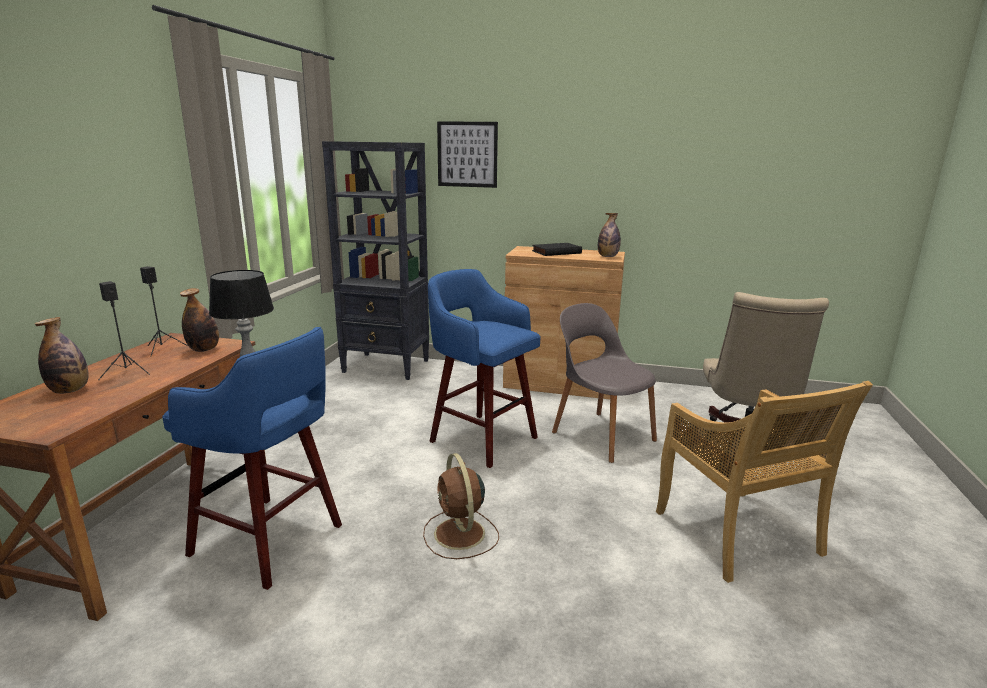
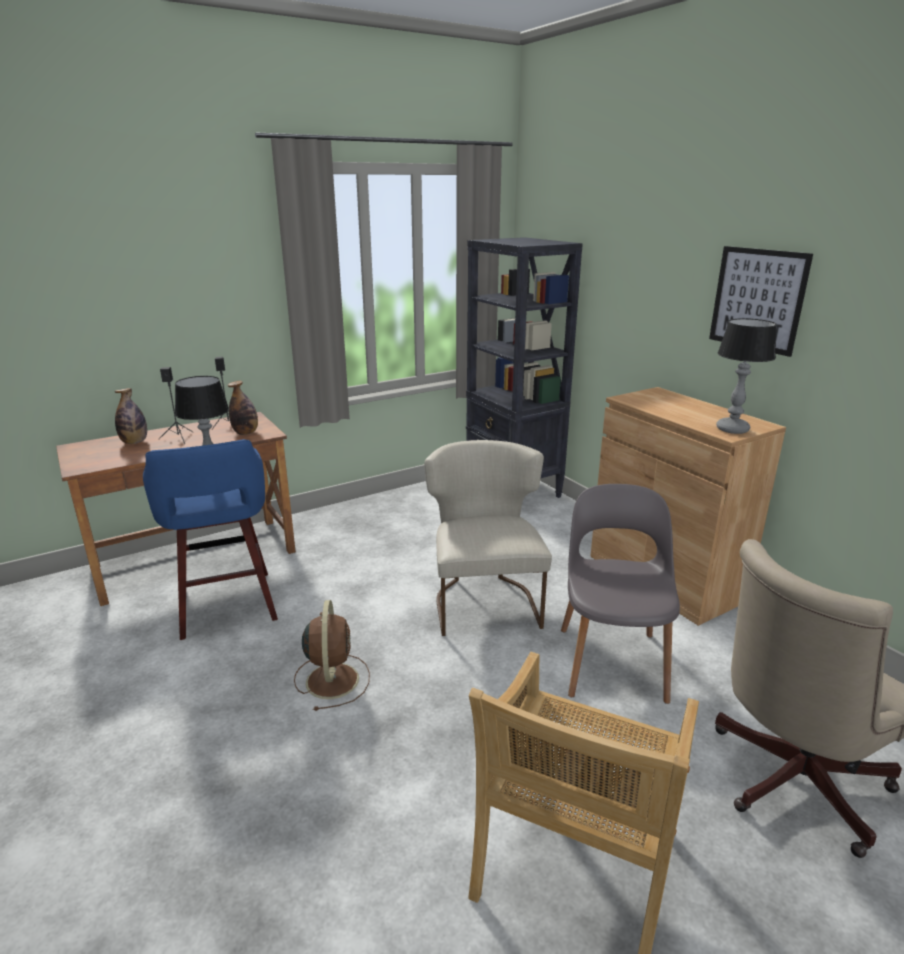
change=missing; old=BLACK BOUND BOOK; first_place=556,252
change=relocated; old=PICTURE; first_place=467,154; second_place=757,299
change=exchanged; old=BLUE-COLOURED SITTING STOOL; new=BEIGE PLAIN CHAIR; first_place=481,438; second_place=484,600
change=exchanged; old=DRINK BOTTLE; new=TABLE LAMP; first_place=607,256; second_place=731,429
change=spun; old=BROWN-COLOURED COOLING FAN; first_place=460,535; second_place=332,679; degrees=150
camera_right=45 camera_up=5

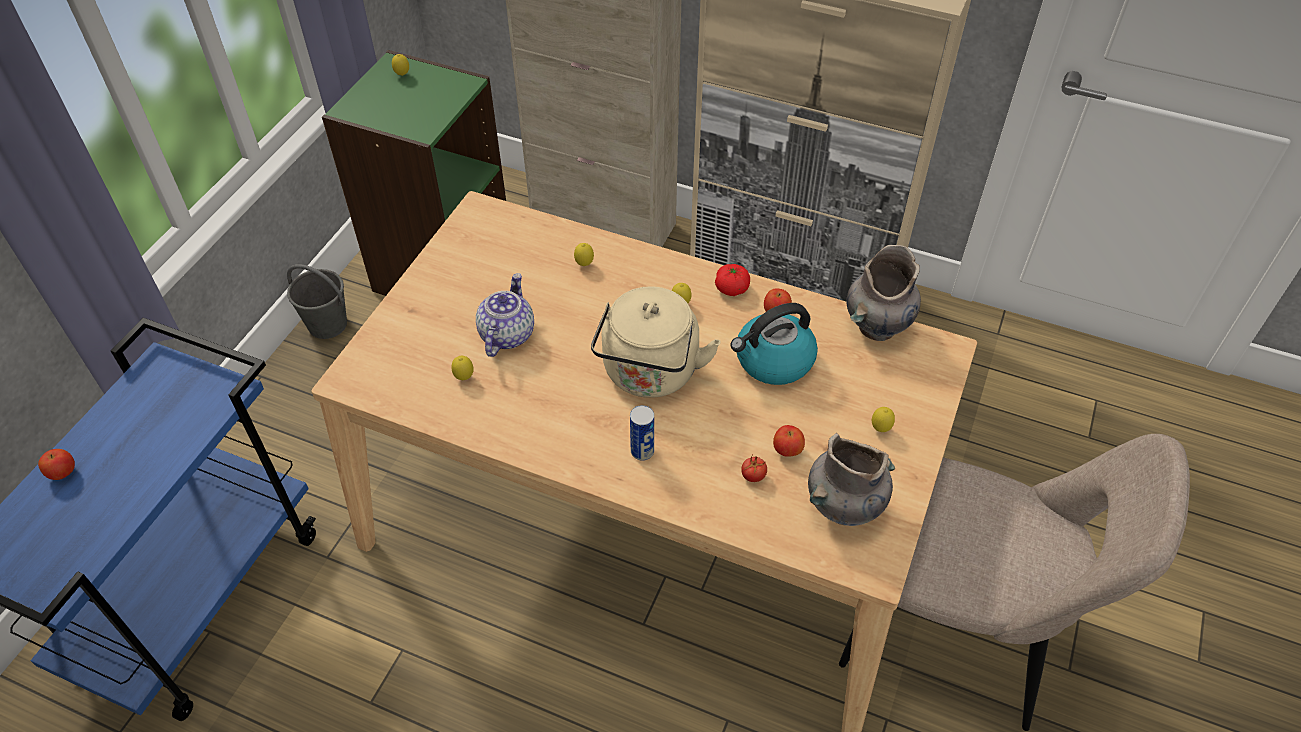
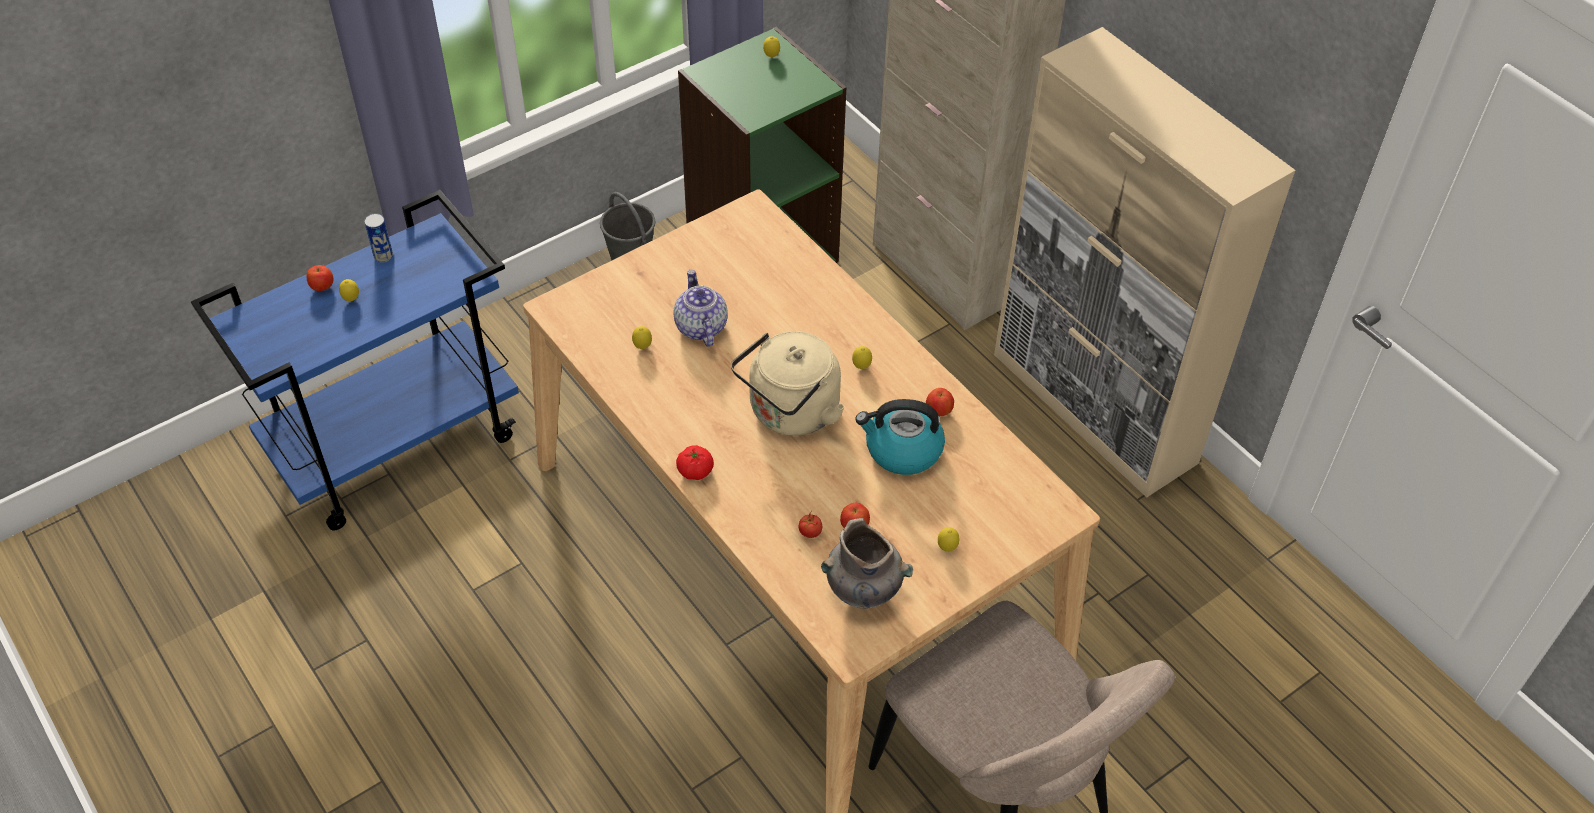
change=missing; old=GREYISH FLOWER VASE; first_place=876,327
change=relocated; old=WHOLE LEMON; first_place=584,264; second_place=351,299
change=relocated; old=METAL CAN; first_place=642,451; second_place=383,256
change=relocated; old=TOMATO; first_place=731,289; second_place=695,471
change=spun; old=TEAPOT; first_place=506,334; second_place=700,327; degrees=-60
camera_right=30 camera_up=0

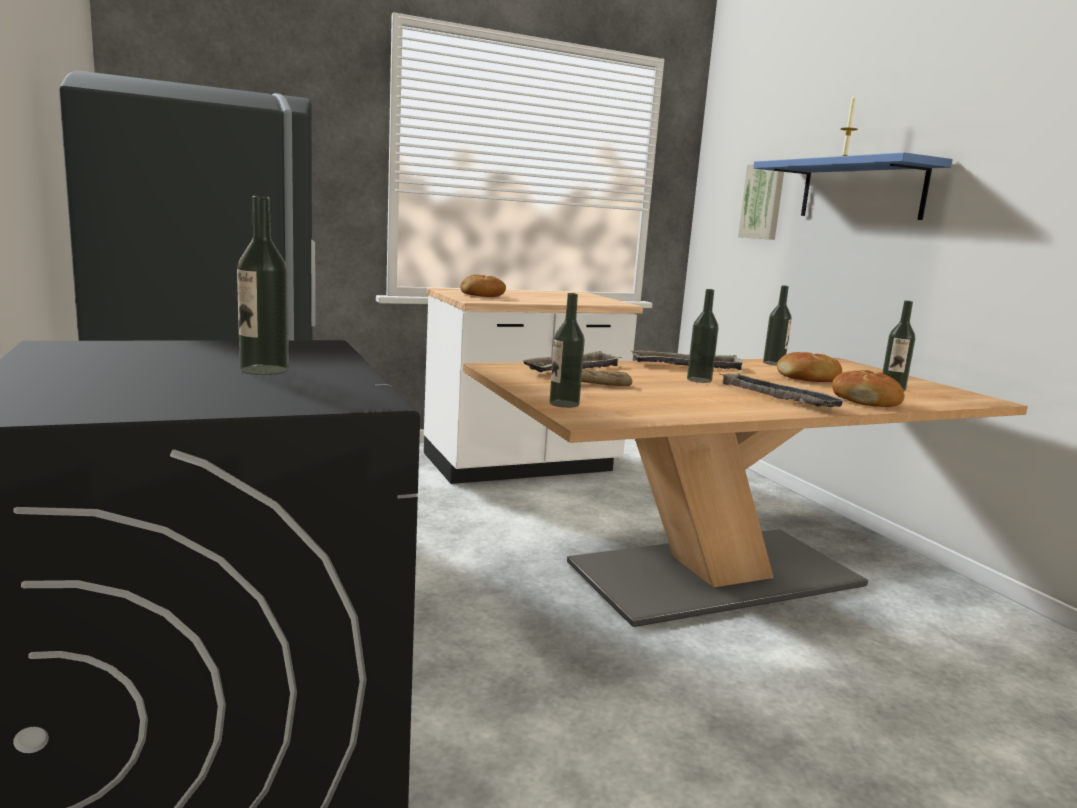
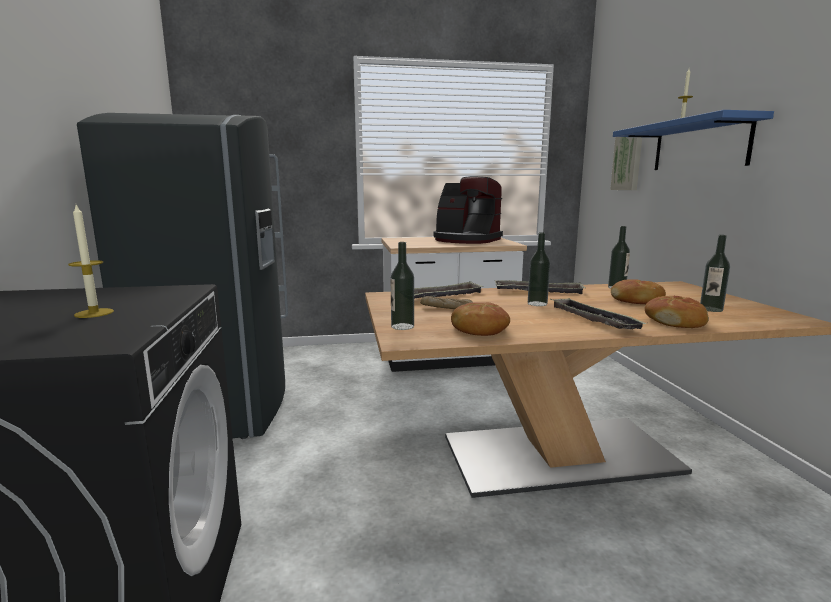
change=appeared; new=COFFEE MACHINE; second_place=466,240
change=relocated; old=BREAD; first_place=482,295; second_place=479,329
change=exchanged; old=DRINK BOTTLE; new=WAX CANDLE; first_place=264,370; second_place=94,313
camera_right=15 camera_up=0

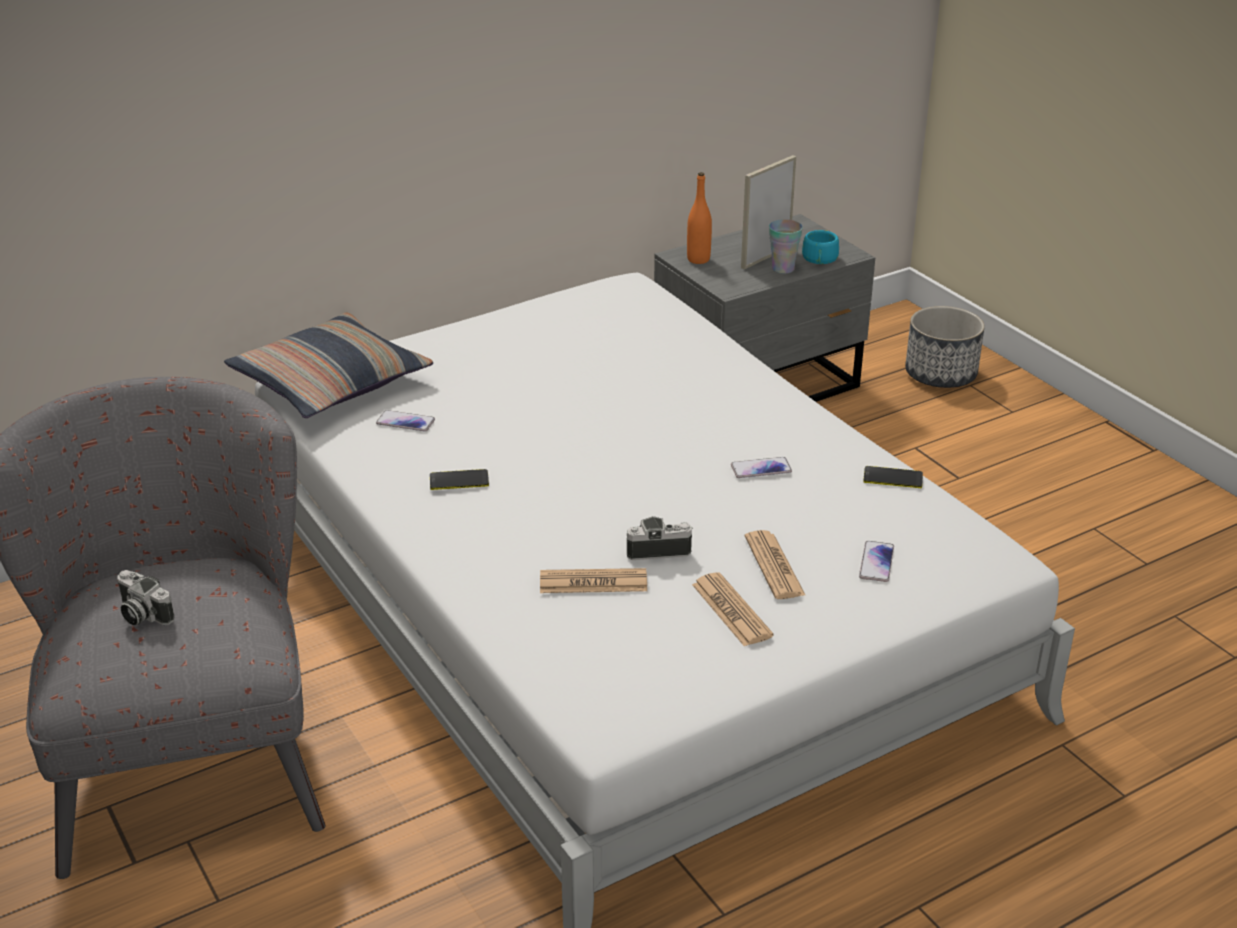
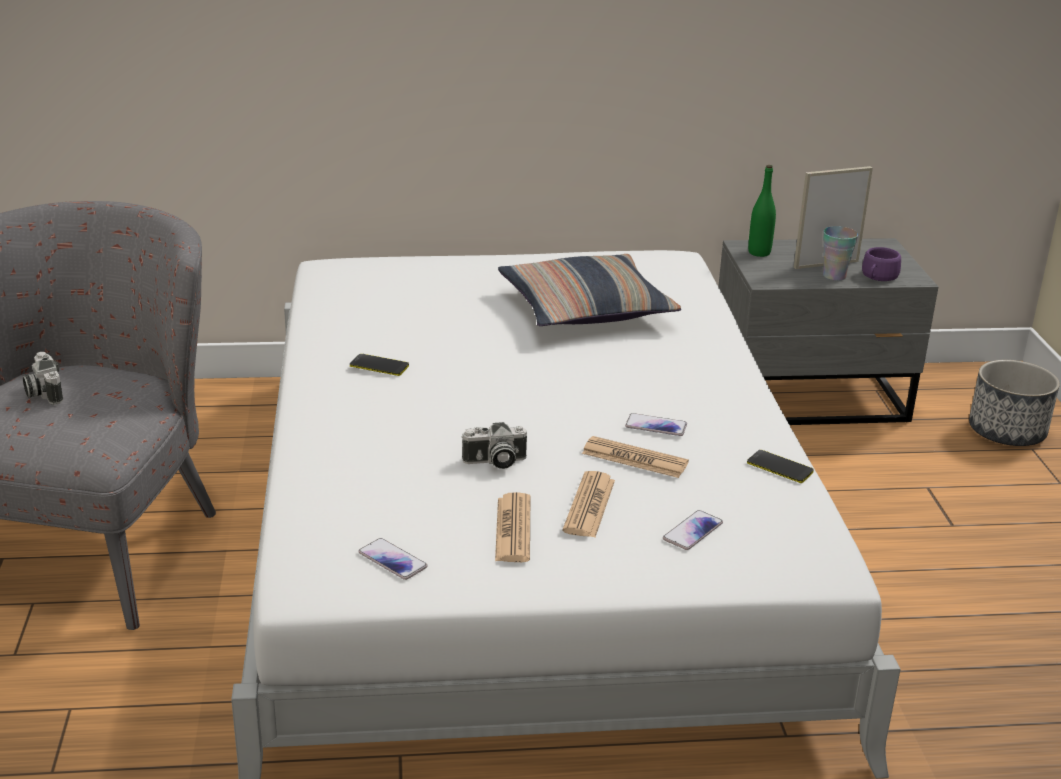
change=relocated; old=PILLOW; first_place=330,382; second_place=585,308
change=relocated; old=PHONE; first_place=405,422; second_place=392,560
change=relocated; old=NEWSPAPER; first_place=593,582; second_place=634,458
change=colour; old=ORANGE DRINK BOTTLE; new=GREENISH DRINK BOTTLE; first_place=698,259; second_place=759,252
change=colour; old=BLUE-GREEN SMALL CUP; new=PURPLE-COLOURED SMALL CUP; first_place=819,260; second_place=878,277
change=spun; old=PHOTO CAMERA; first_place=658,549; second_place=494,462; degrees=150
camera_right=25 camera_up=-5

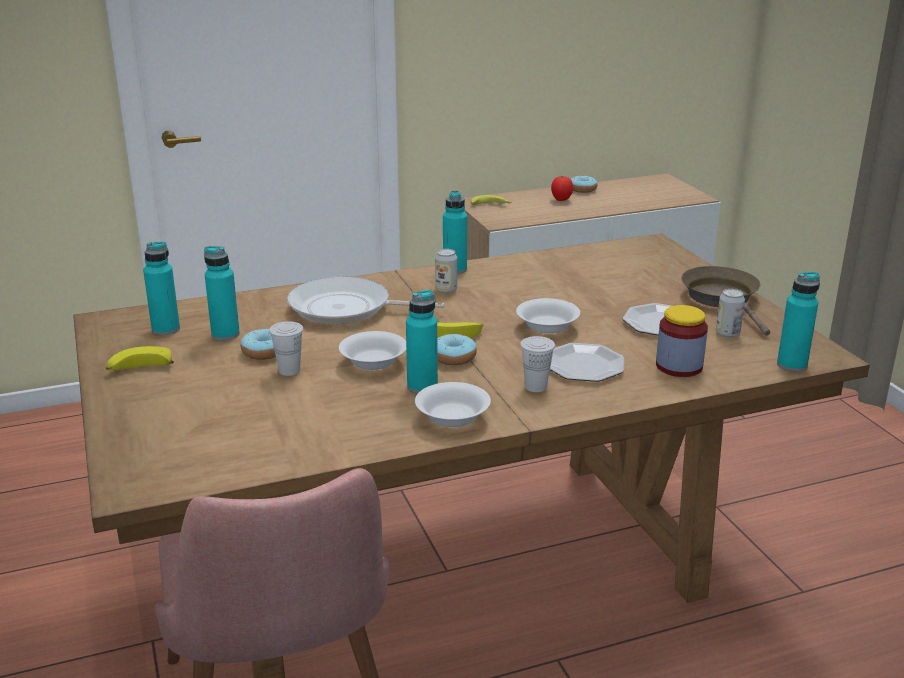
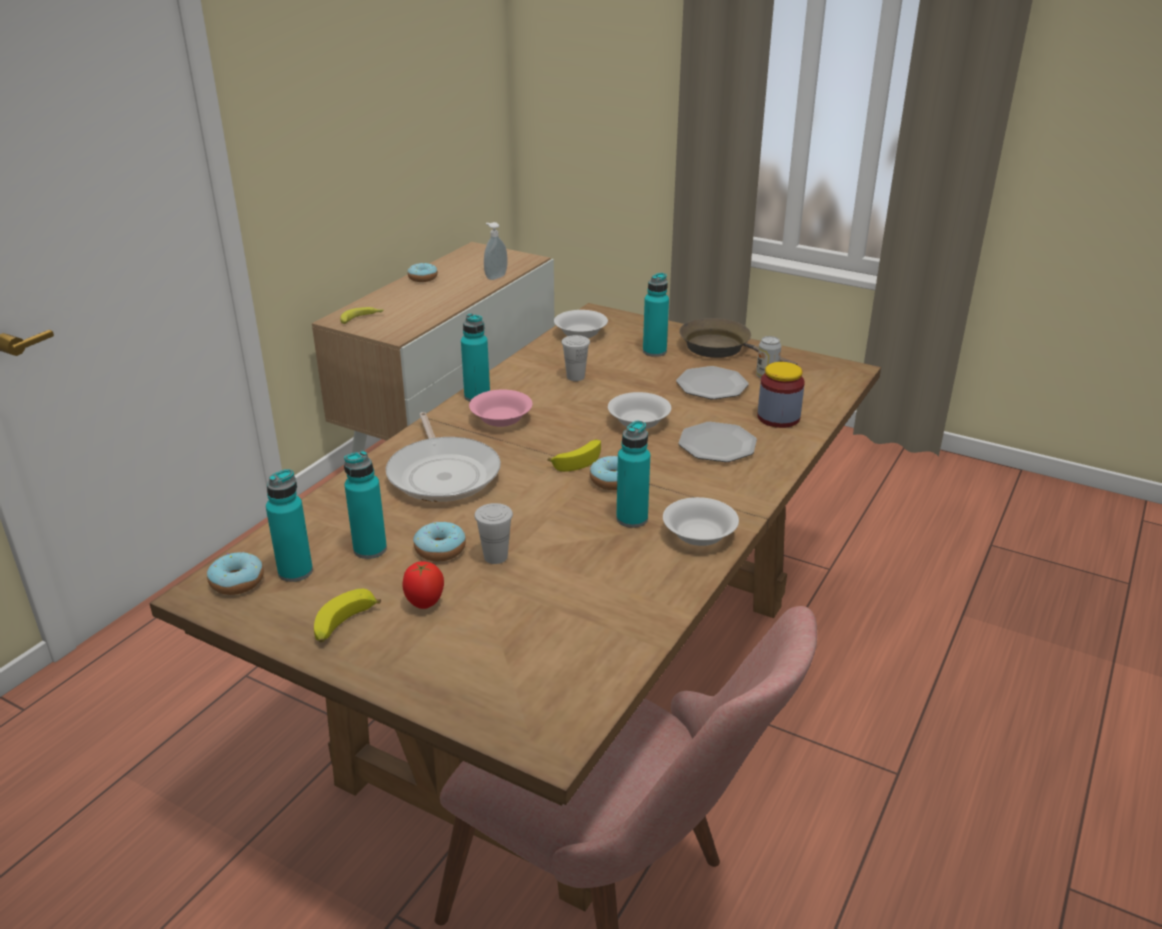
change=appeared; new=DONUT; second_place=237,582
change=appeared; new=SOAP DISPENSER; second_place=495,277
change=relocated; old=WHITISH DEEP DISH; first_place=373,363; second_place=581,334
change=relocated; old=WHITISH SMALL CUP; first_place=536,387; second_place=575,377
change=relocated; old=TOMATO; first_place=561,200; second_place=424,604
change=relocated; old=BLUE-GREEN DRINK BOTTLE; first_place=792,365; second_place=654,351
change=exchanged; old=METAL CAN; new=PINKISH DEEP DISH; first_place=446,290; second_place=502,419
change=spun; old=FRYING PAN; first_place=346,309; second_place=443,473; degrees=-75
camera_right=-40 camera_up=5

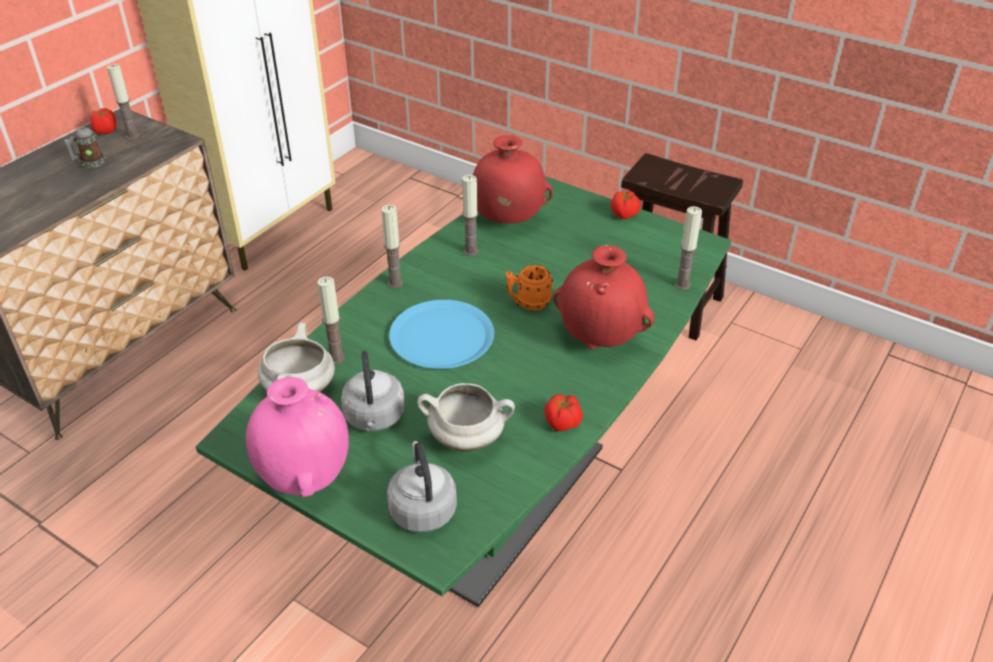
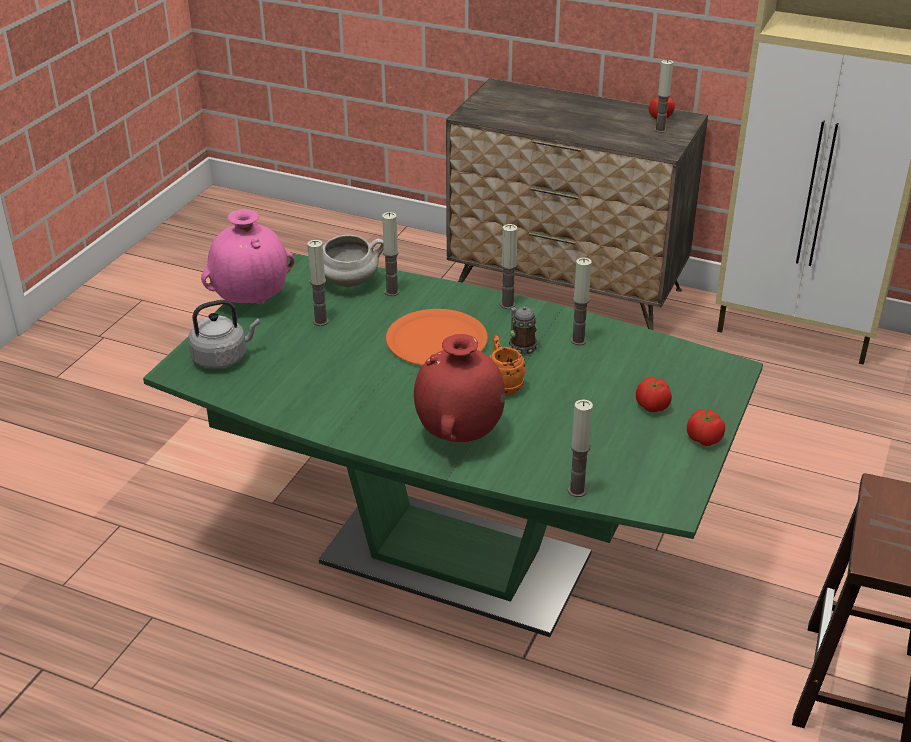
change=missing; old=WHITISH STOCKPOT; first_place=467,438
change=missing; old=RED-COLOURED FLOWER VASE; first_place=507,220
change=relocated; old=TEA MUG; first_place=89,163; second_place=521,345
change=relocated; old=TOMATO; first_place=563,423; second_place=652,407
change=exchanged; old=GREYISH TEA KETTLE; new=WAX CANDLE; first_place=375,418; second_place=321,321
change=colour; old=BLUE-COLOURED FLAT DISH; new=ORANGE FLAT DISH; first_place=441,336; second_place=436,340
camera_right=80 camera_up=-5

